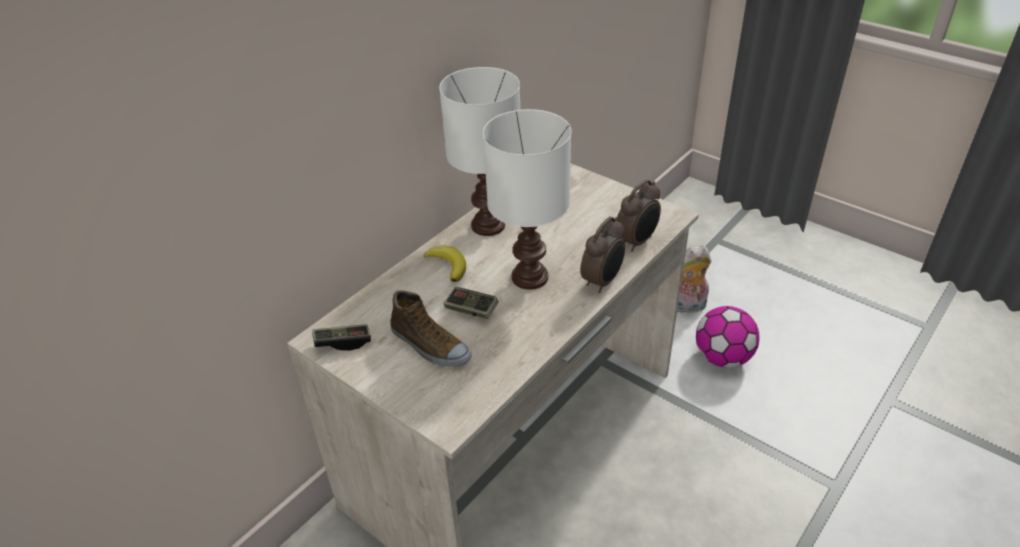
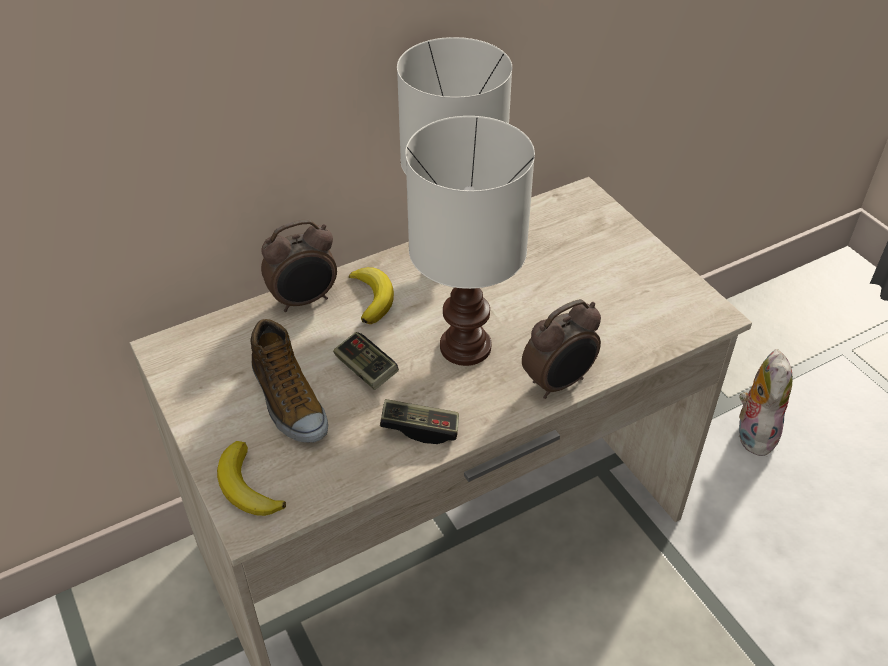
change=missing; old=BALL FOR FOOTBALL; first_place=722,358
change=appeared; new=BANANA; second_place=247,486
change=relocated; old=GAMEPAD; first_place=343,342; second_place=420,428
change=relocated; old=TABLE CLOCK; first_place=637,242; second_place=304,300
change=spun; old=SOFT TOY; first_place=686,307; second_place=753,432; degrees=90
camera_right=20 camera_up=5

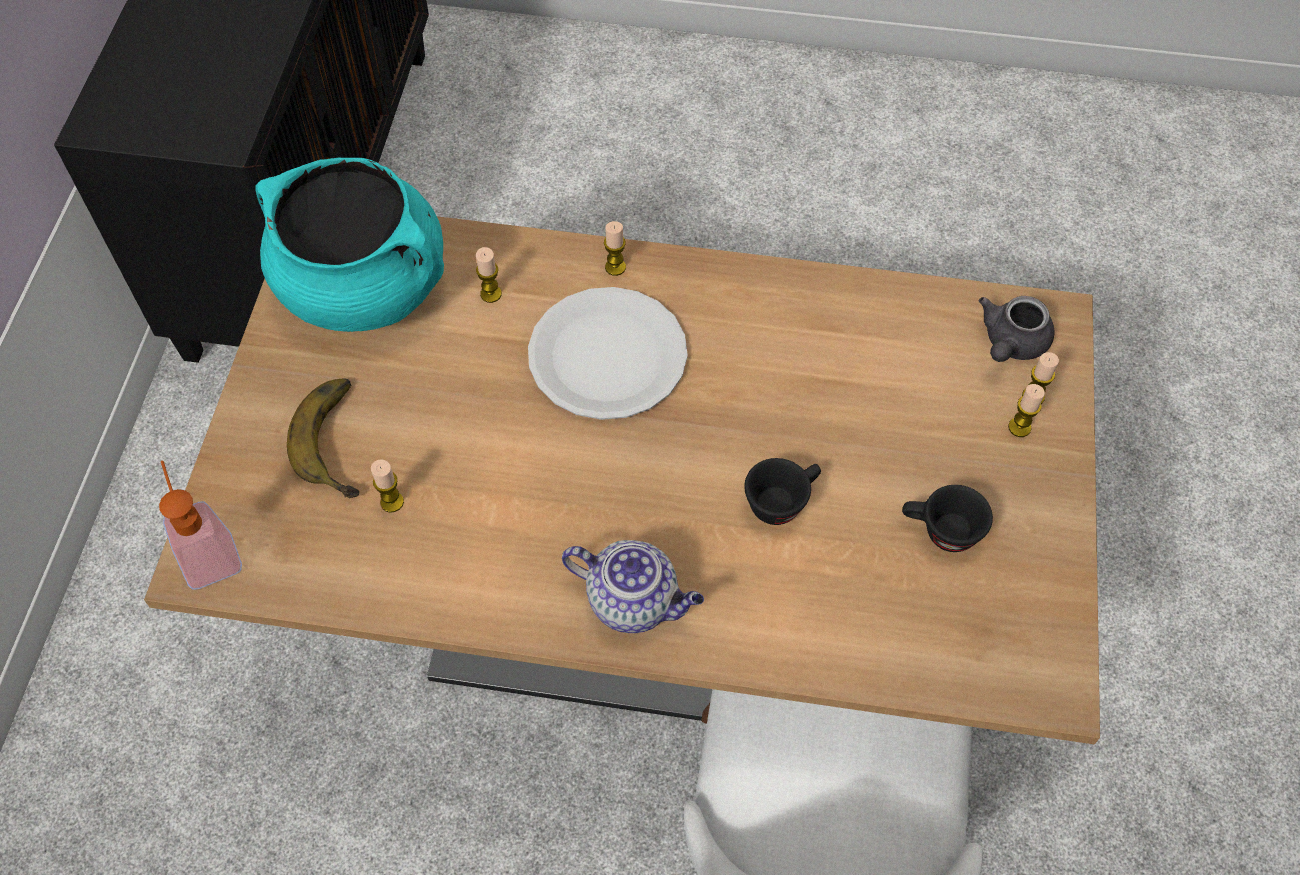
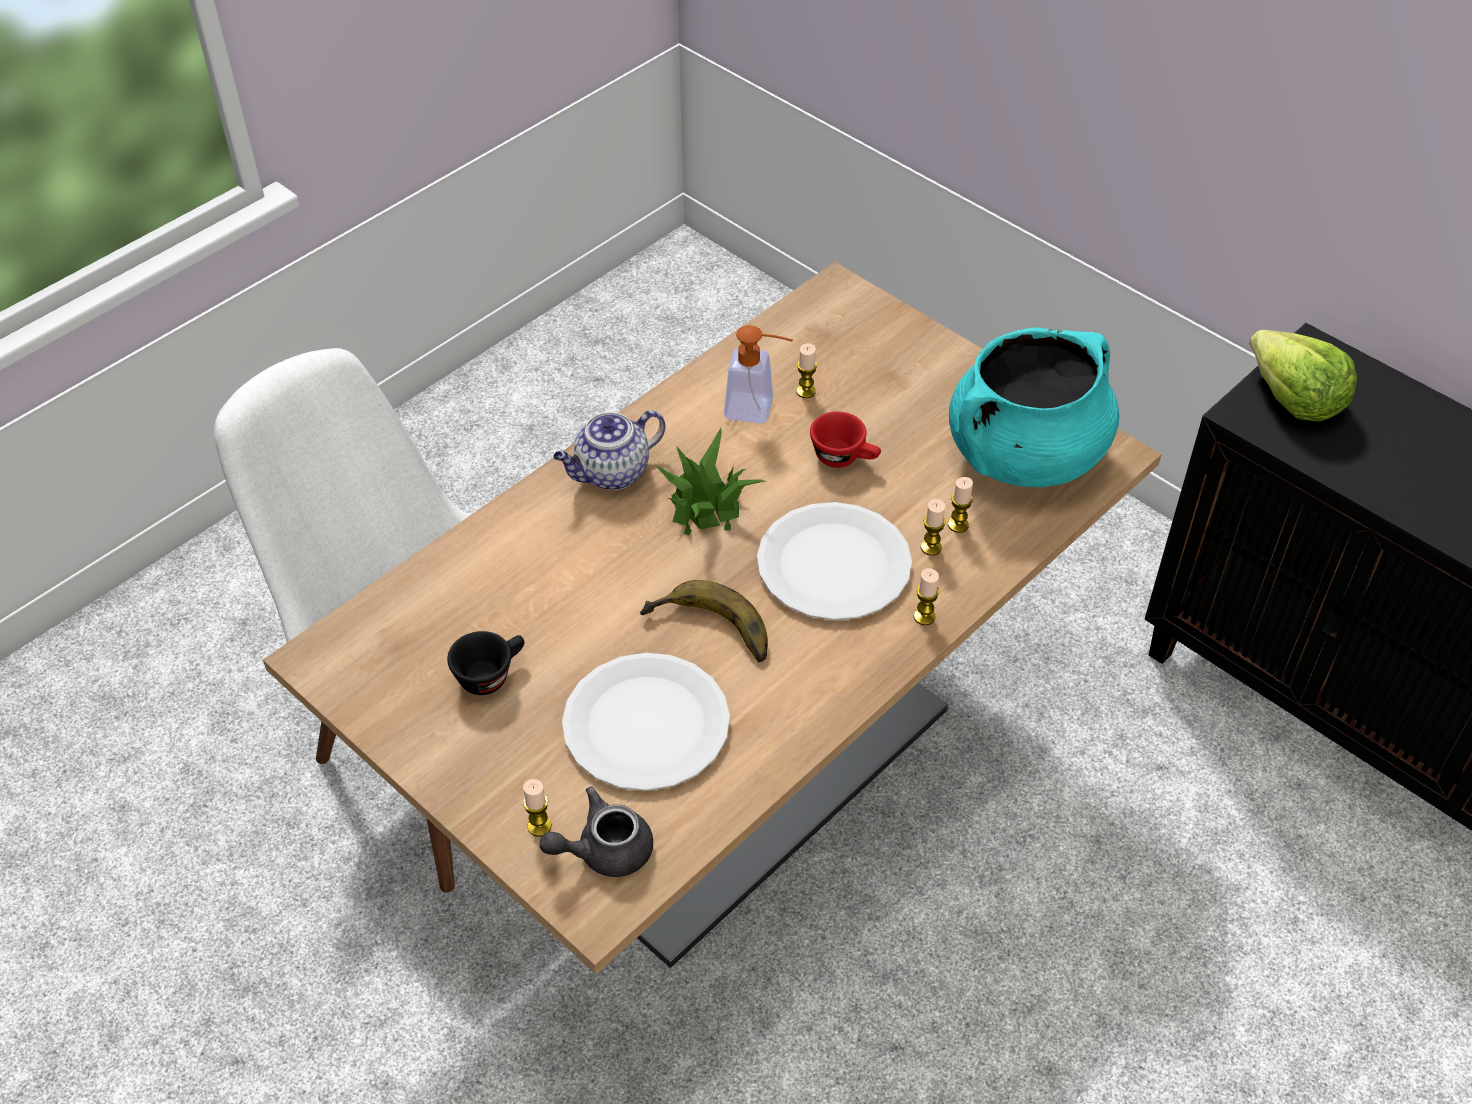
change=missing; old=BLACK SMALL CUP; first_place=782,500
change=appeared; new=WHITISH FLAT DISH; second_place=646,725
change=appeared; new=POTTED PLANT; second_place=705,504
change=appeared; new=RED-COLOURED SMALL CUP; second_place=844,458
change=appeared; new=LETTUCE HEAD; second_place=1294,399
change=relocated; old=SOAP DISPENSER; first_place=208,551; second_place=758,409
change=relocated; old=BANANA; first_place=343,440; second_place=708,634
change=relocated; old=WAX CANDLE; first_place=1019,427; second_place=931,547
change=spun; old=GREYISH TEAPOT; first_place=1010,343; second_place=603,850; degrees=-90
camera_right=125 camera_up=-10

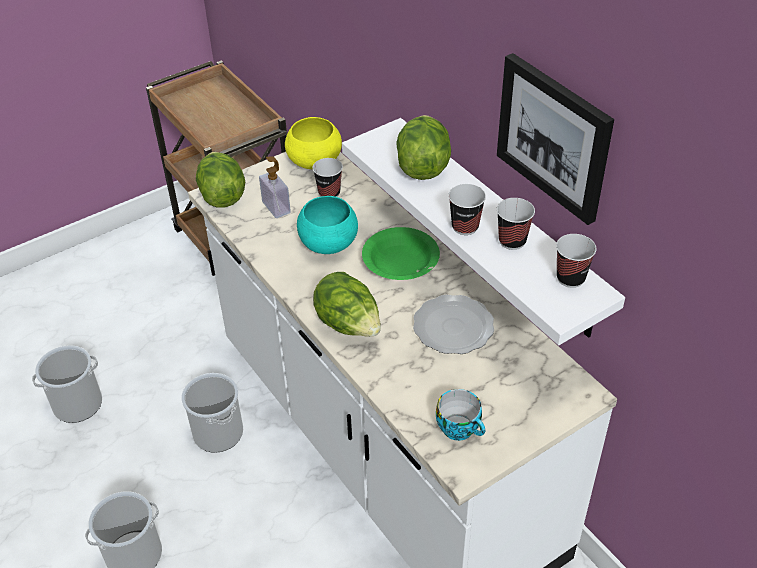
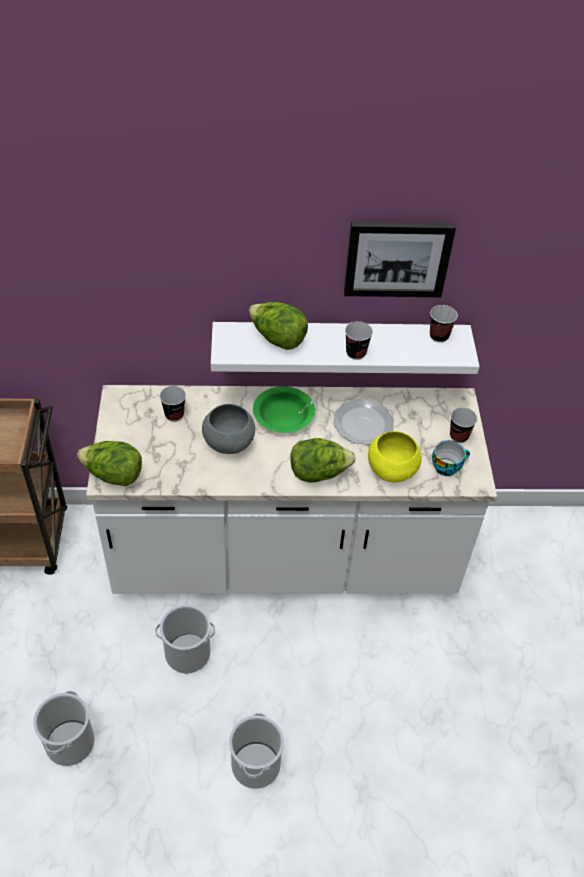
change=missing; old=SOAP DISPENSER; first_place=276,207
change=relocated; old=YELLOW DEEP DISH; first_place=314,161; second_place=391,470
change=relocated; old=SMALL CUP; first_place=512,241; second_place=459,436
change=colour; old=BLUE-GREEN DEEP DISH; new=GREYISH DEEP DISH; first_place=327,244; second_place=228,443
camera_right=-60 camera_up=5

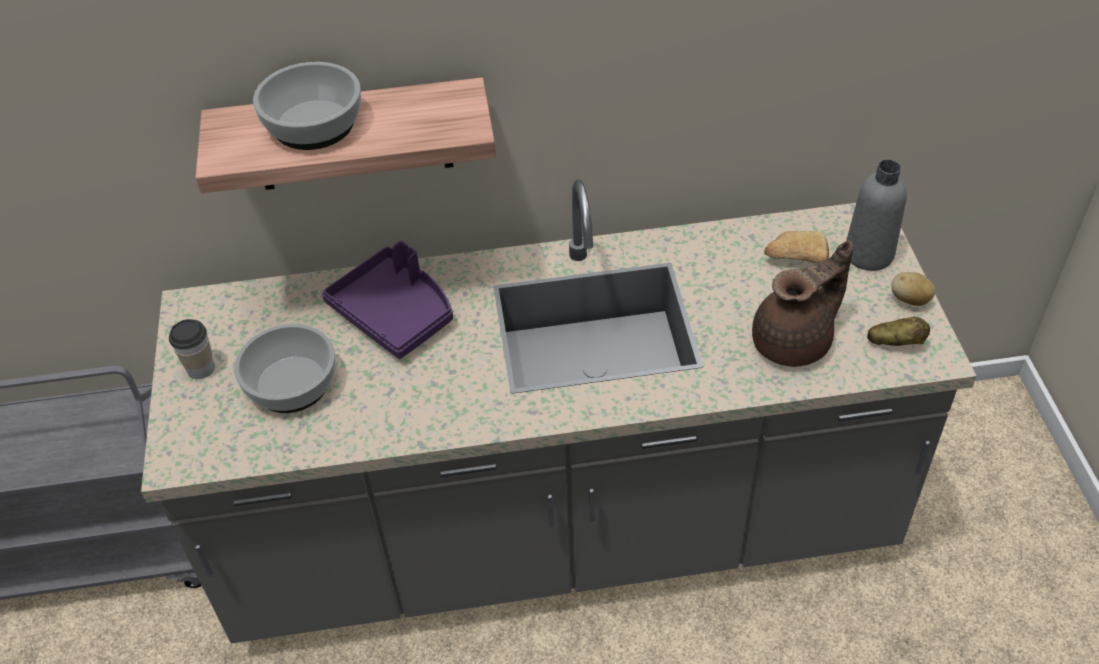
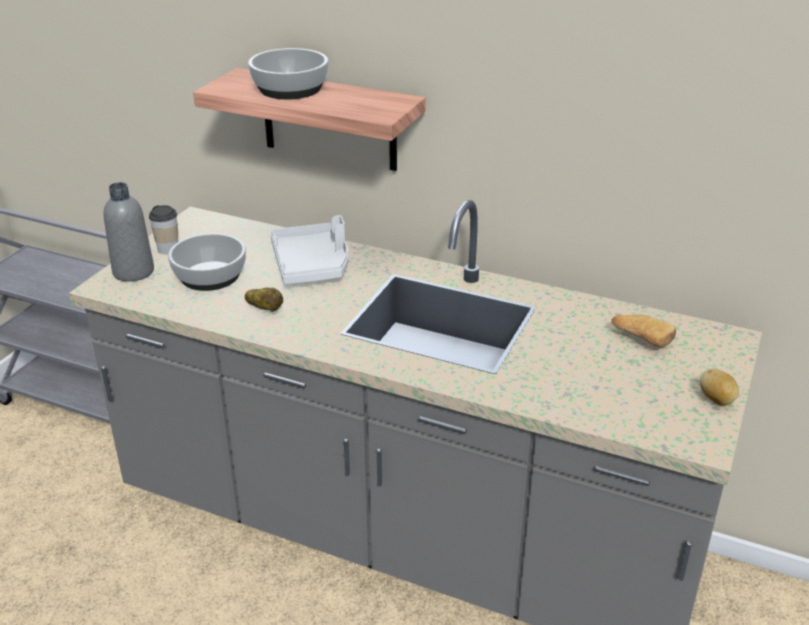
change=missing; old=BROWN-COLOURED TEAPOT; first_place=795,342
change=relocated; old=GREYISH DRINK BOTTLE; first_place=869,254; second_place=133,272
change=relocated; old=WHOLE POTATO; first_place=895,342; second_place=265,309
change=colour; old=PURPLE-COLOURED CARRYING TRAY; new=WHITISH CARRYING TRAY; first_place=395,313; second_place=312,265
camera_right=30 camera_up=-15

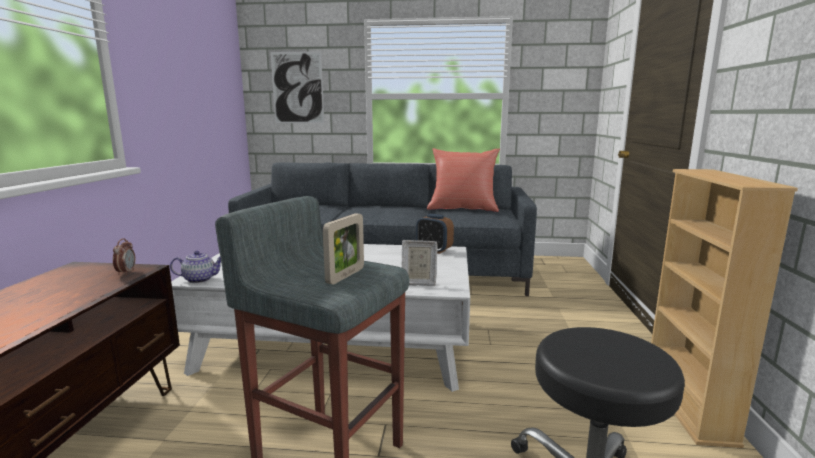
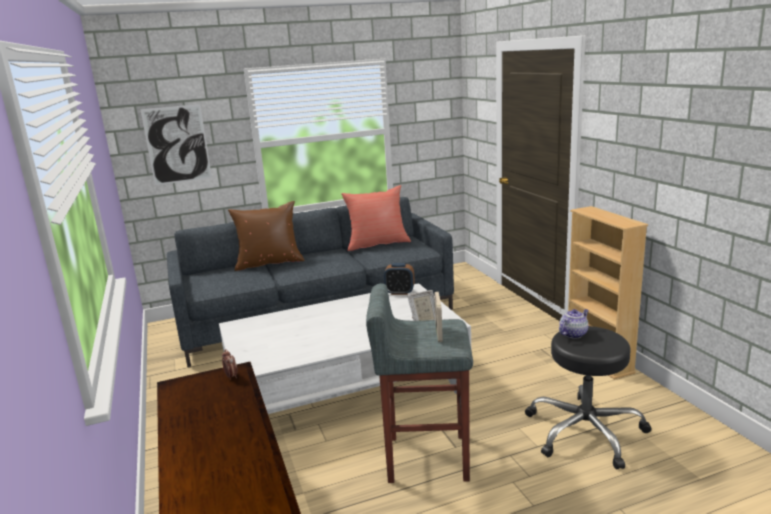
change=appeared; new=BROWN-COLOURED PILLOW; second_place=269,263
change=relocated; old=TEAPOT; first_place=200,279; second_place=573,334
camera_right=-25 camera_up=5

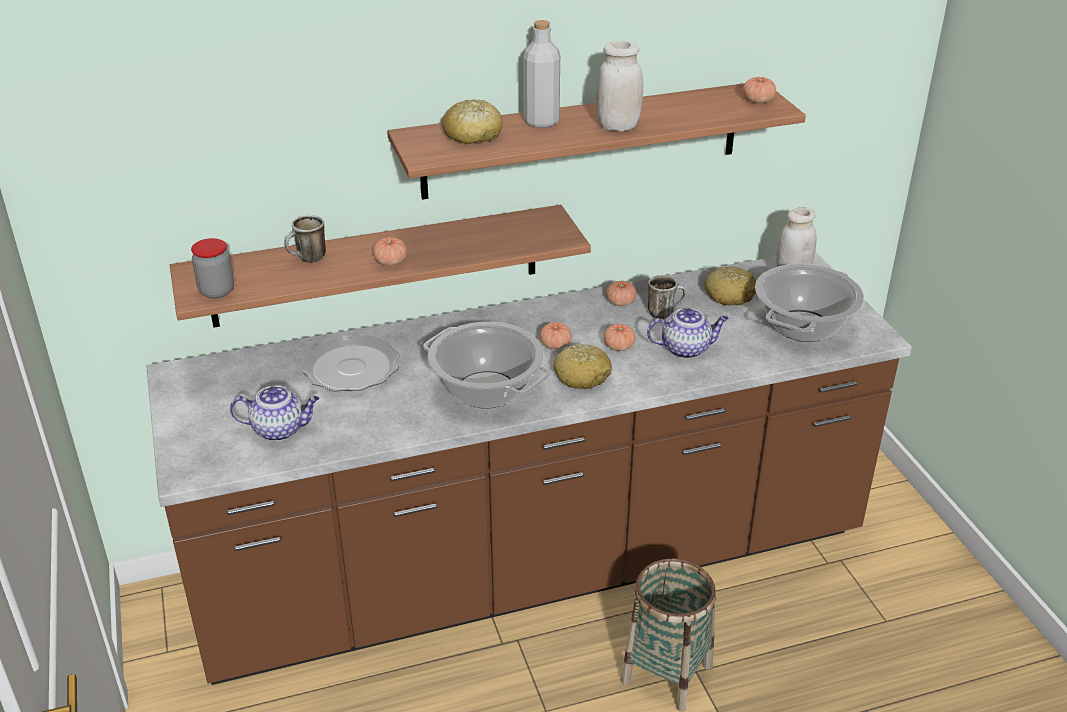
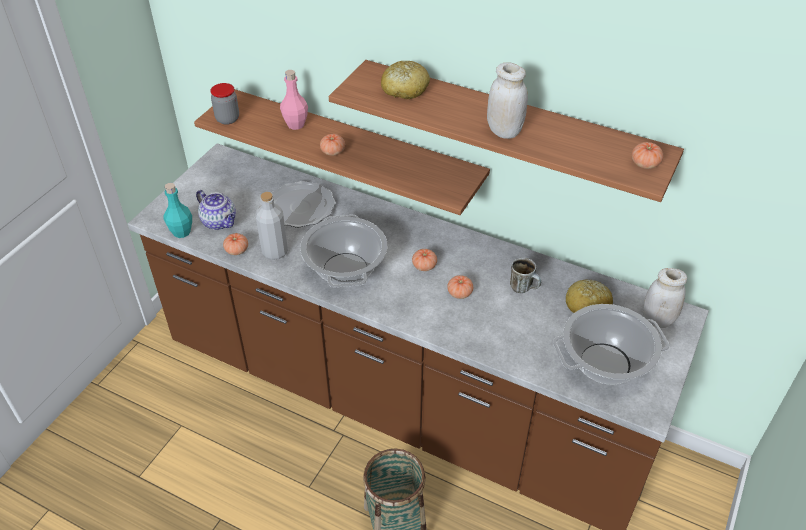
change=missing; old=BREAD; first_place=582,376
change=missing; old=TEAPOT; first_place=686,349
change=appeared; new=BLUE-GREEN DRINK BOTTLE; second_place=181,232
change=relocated; old=GREYISH DRINK BOTTLE; first_place=541,121; second_place=275,252
change=relocated; old=TOMATO; first_place=620,302; second_place=237,250
change=exchanged; old=TEA MUG; new=PINKISH DRINK BOTTLE; first_place=308,259; second_place=295,124
camera_right=45 camera_up=10

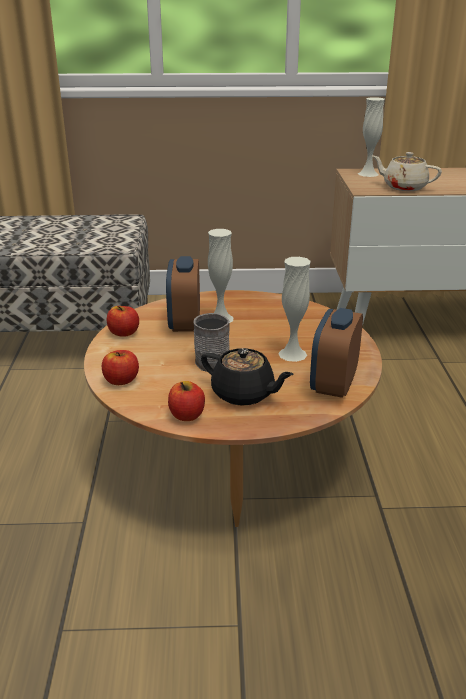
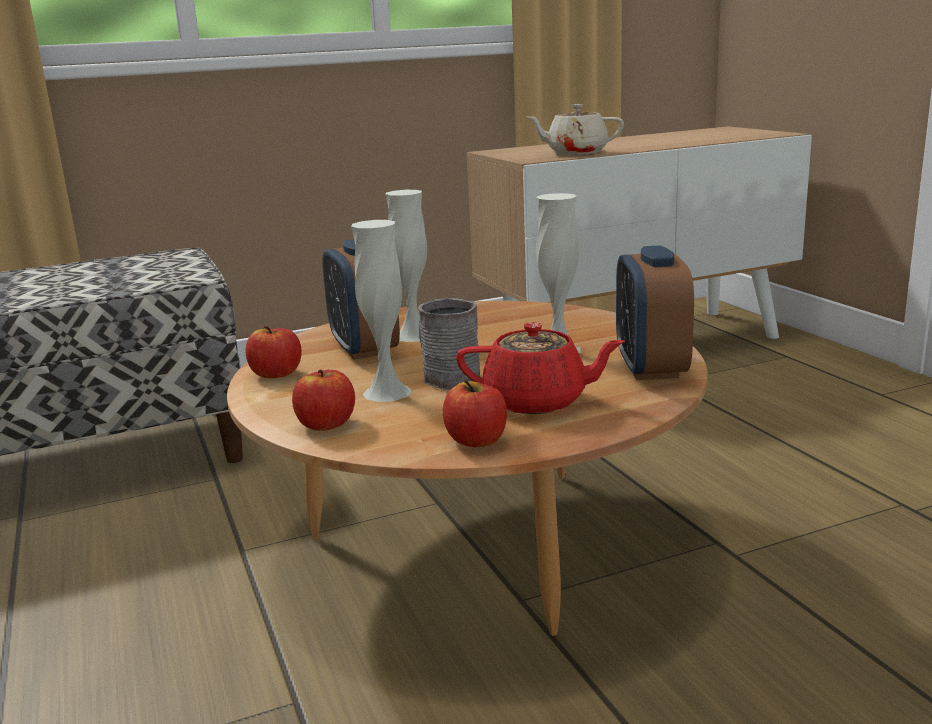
change=relocated; old=WHITISH FLOWER VASE; first_place=368,174; second_place=387,392
change=colour; old=BLACK TEAPOT; new=RED-COLOURED TEAPOT; first_place=244,394; second_place=538,401
camera_right=-20 camera_up=-10

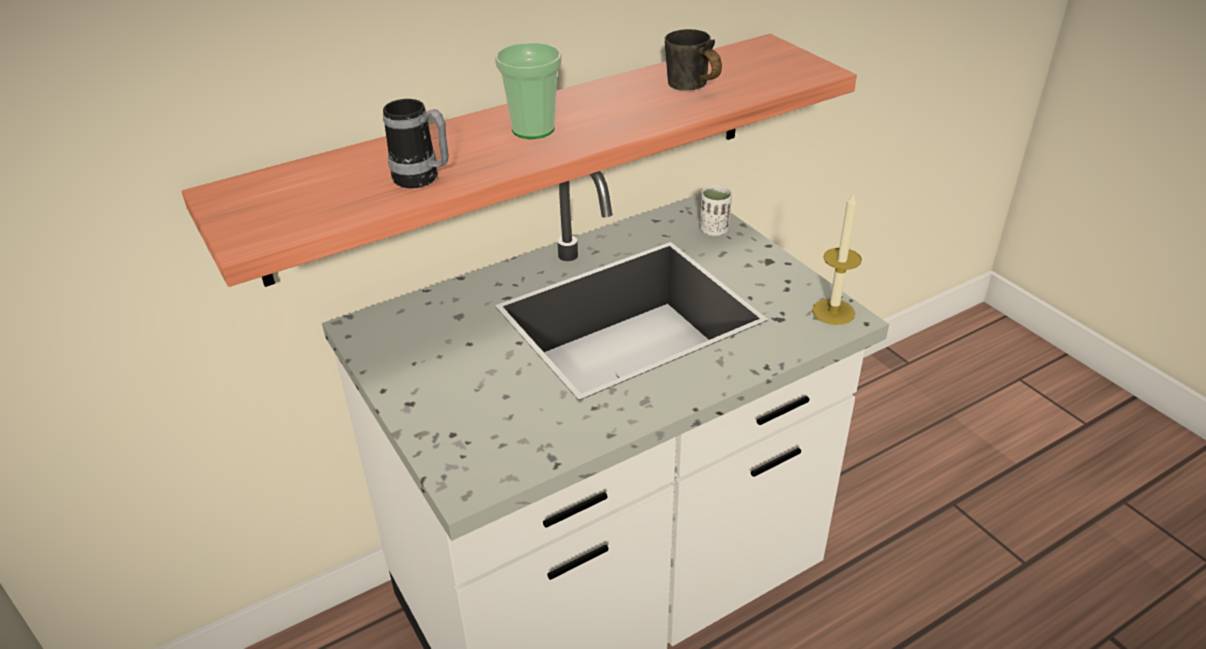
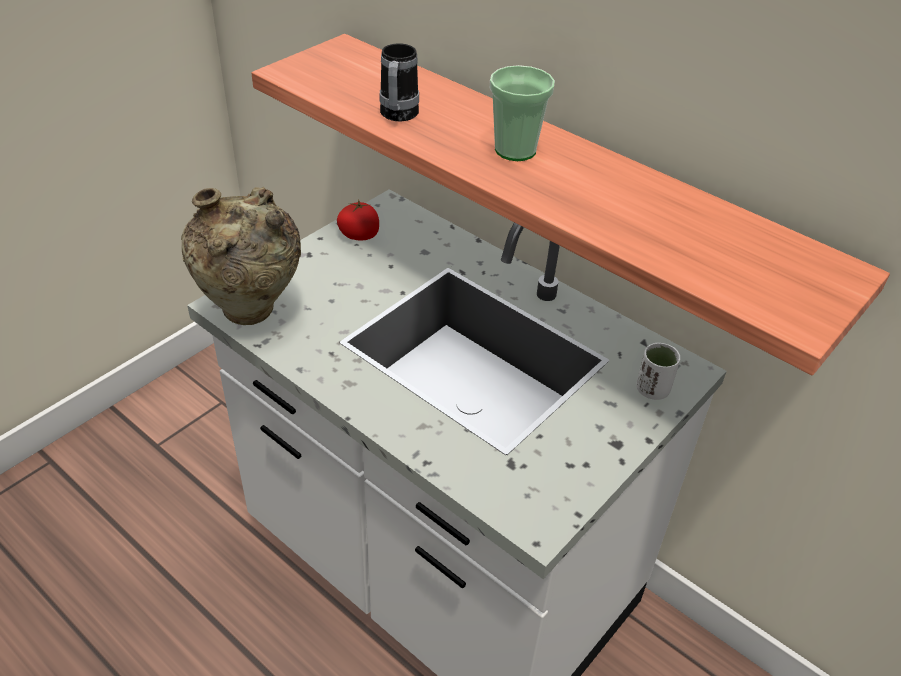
change=missing; old=GREYISH TEA MUG; first_place=689,90
change=missing; old=WAX CANDLE; first_place=833,312
change=appeared; new=BEIGE FLOWER VASE; second_place=252,315
change=appeared; new=TOMATO; second_place=359,235
camera_right=70 camera_up=5

